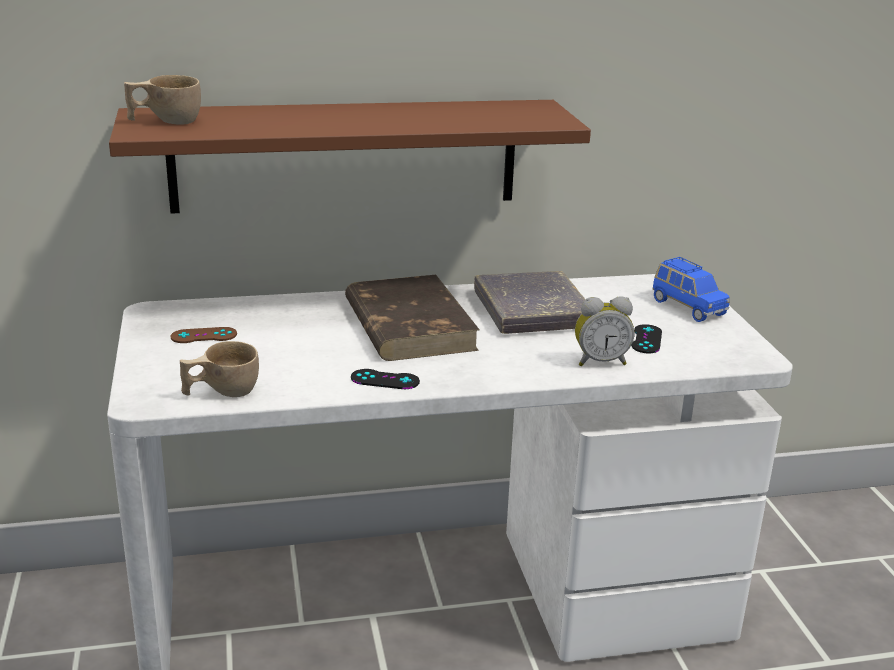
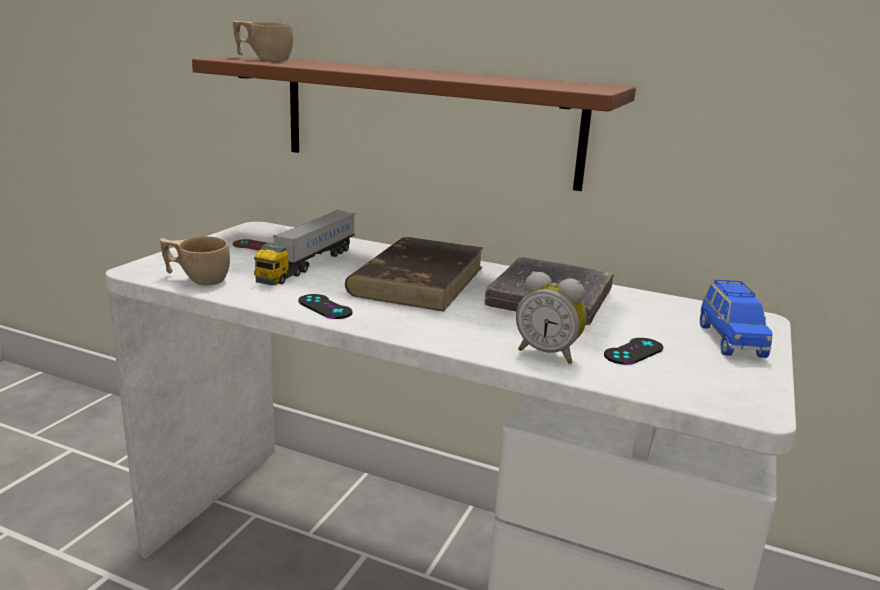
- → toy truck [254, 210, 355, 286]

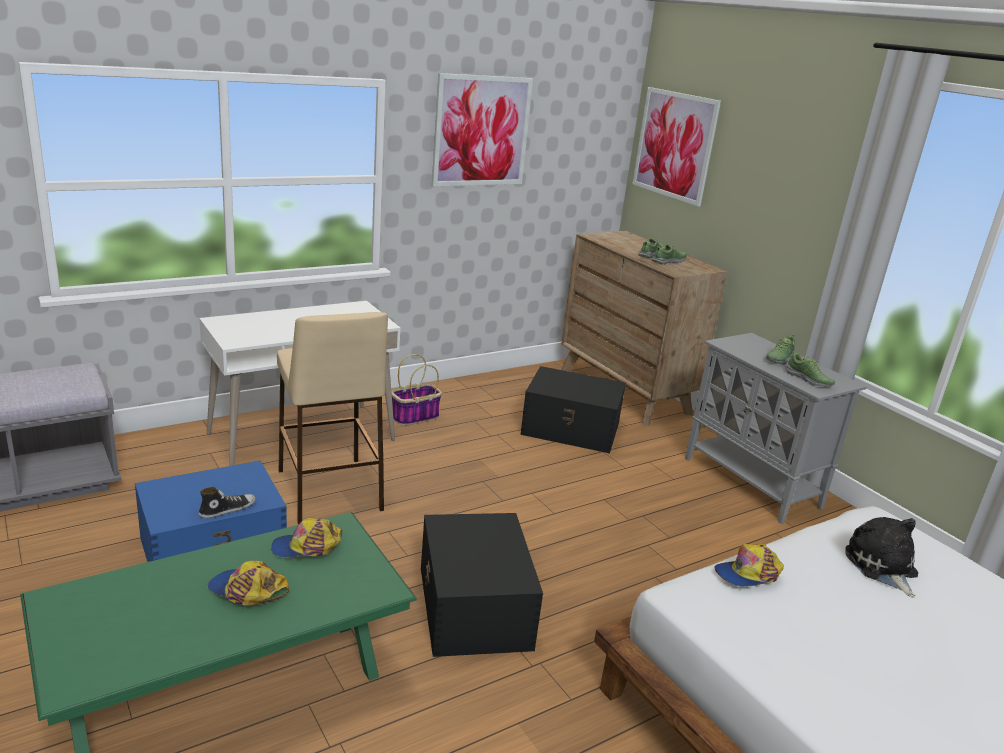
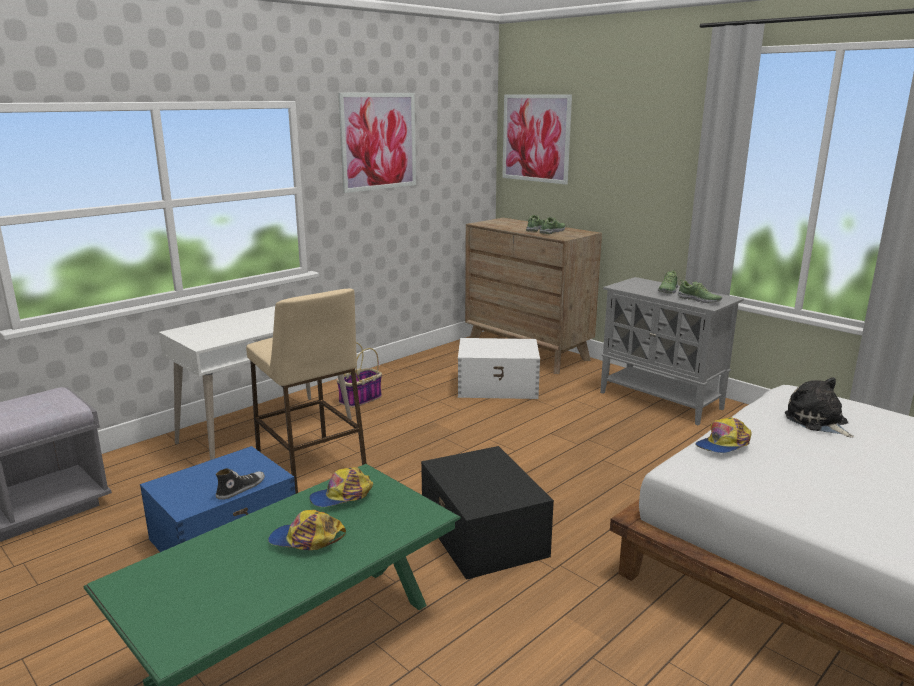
black storage box [520, 366, 626, 453] → white storage box [458, 338, 540, 399]

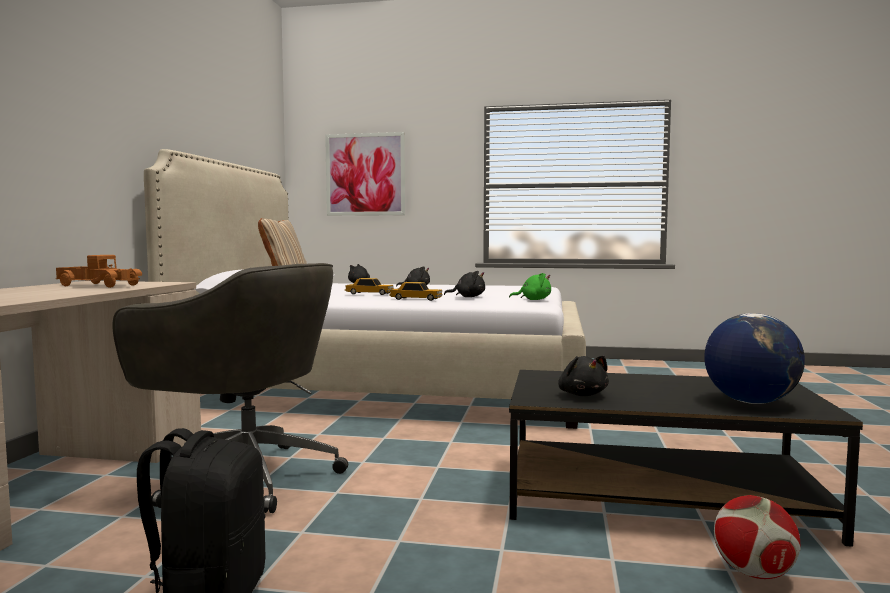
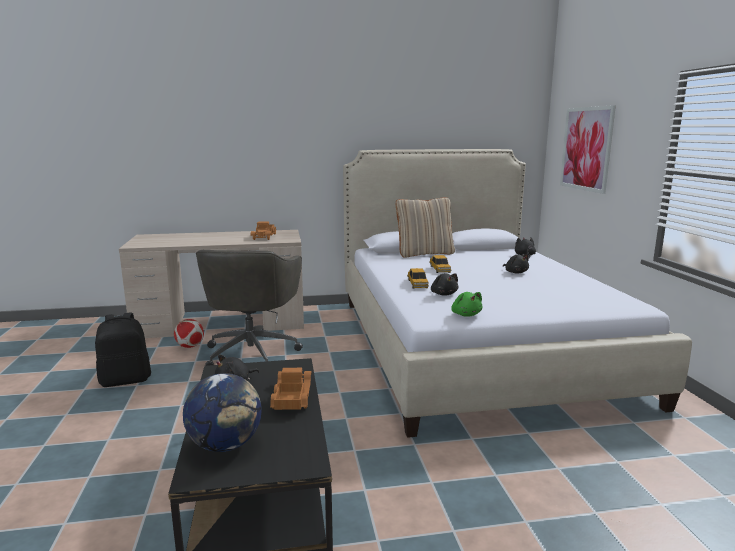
- → toy truck [270, 368, 312, 410]
football [714, 495, 800, 579] → football [174, 319, 204, 348], shifted

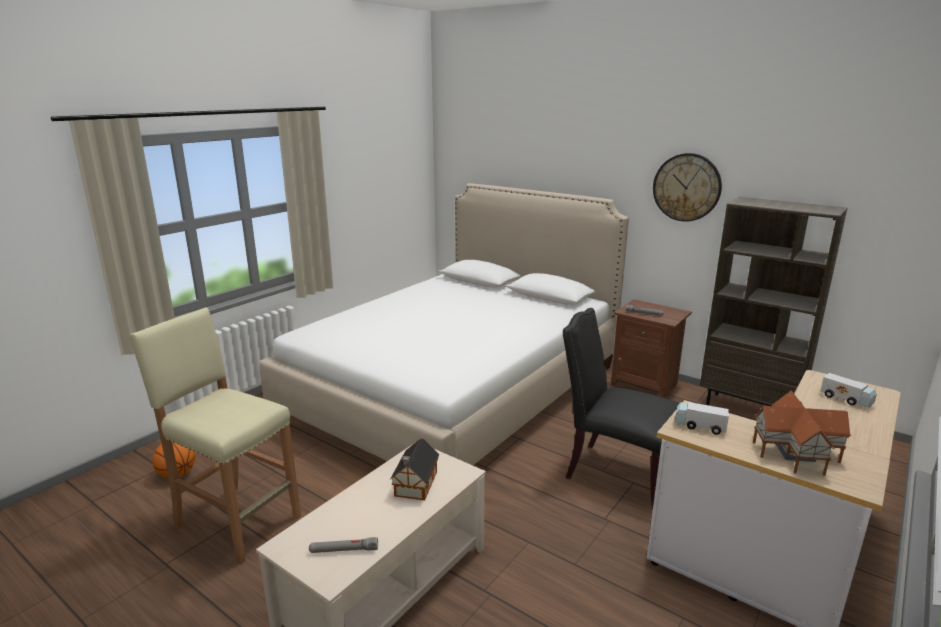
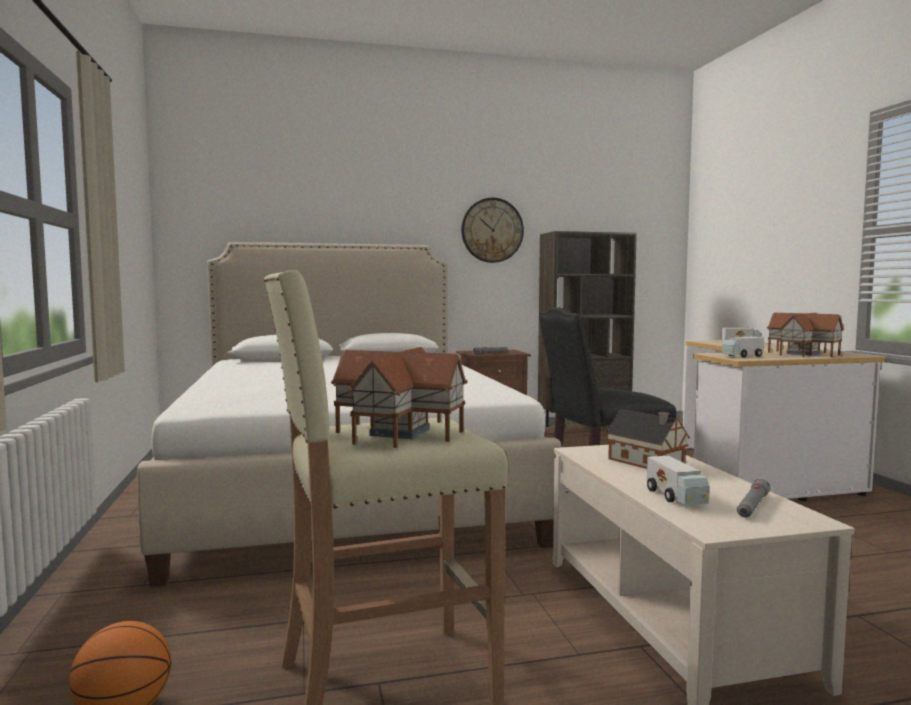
- → toy house [331, 347, 468, 448]
- → toy truck [647, 456, 709, 505]

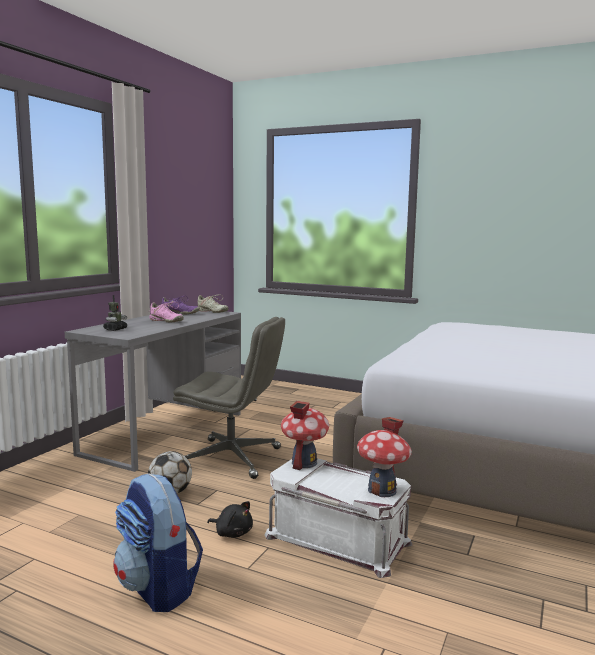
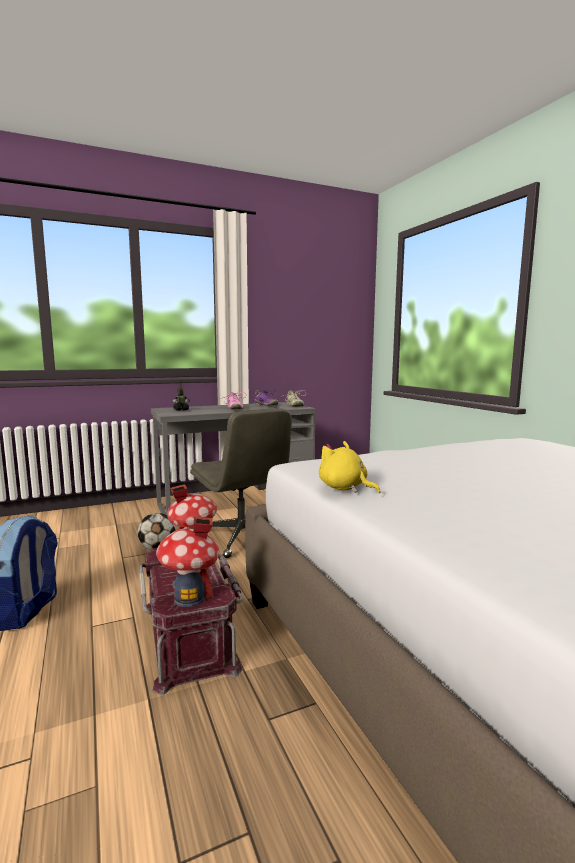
black plush toy [207, 501, 253, 538] → -
- → yellow plush toy [319, 441, 380, 493]
white storage box [265, 458, 412, 578] → red storage box [139, 548, 243, 695]

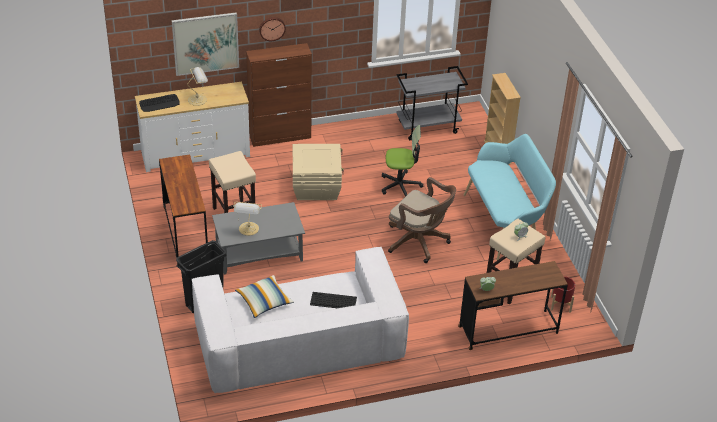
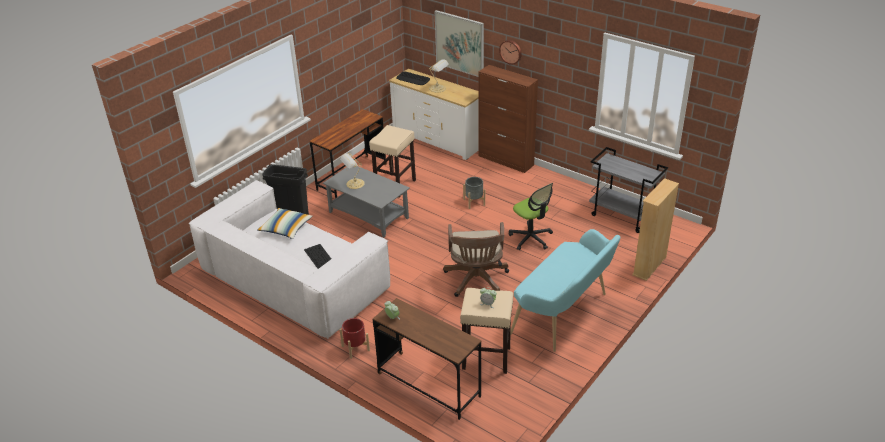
red planter [551, 276, 575, 312] → red planter [339, 318, 370, 359], shifted
beige storage box [293, 144, 344, 200] → grey planter [463, 177, 485, 209]

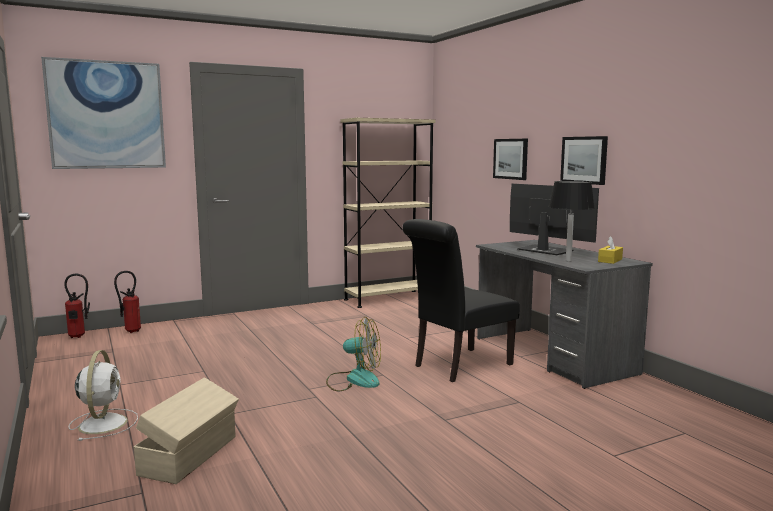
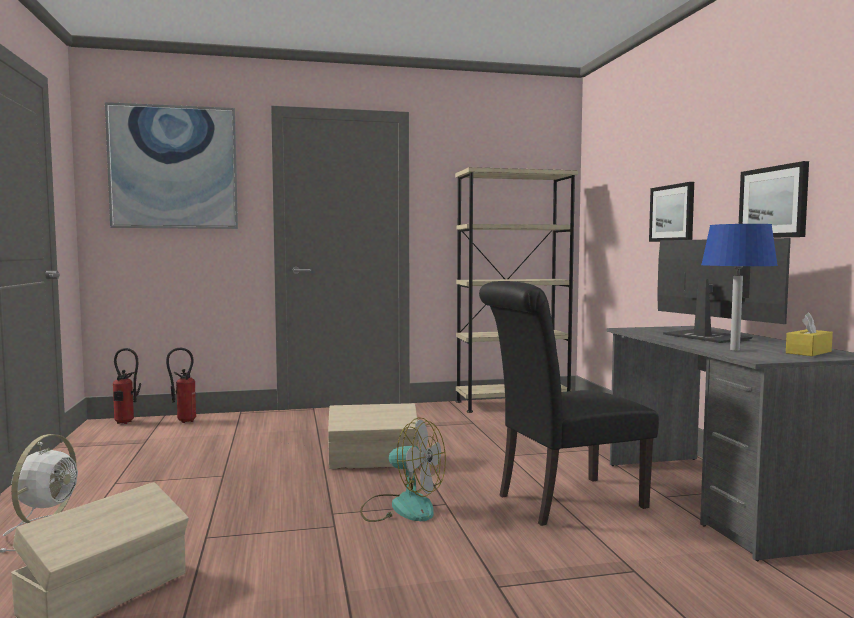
- → beige storage box [328, 403, 418, 469]
black table lamp [549, 181, 595, 262] → blue table lamp [701, 224, 778, 351]

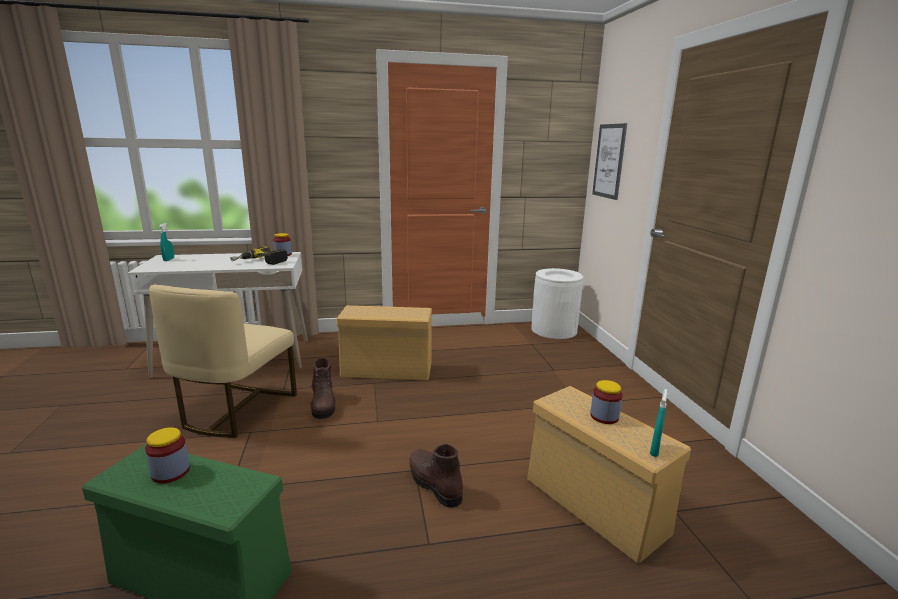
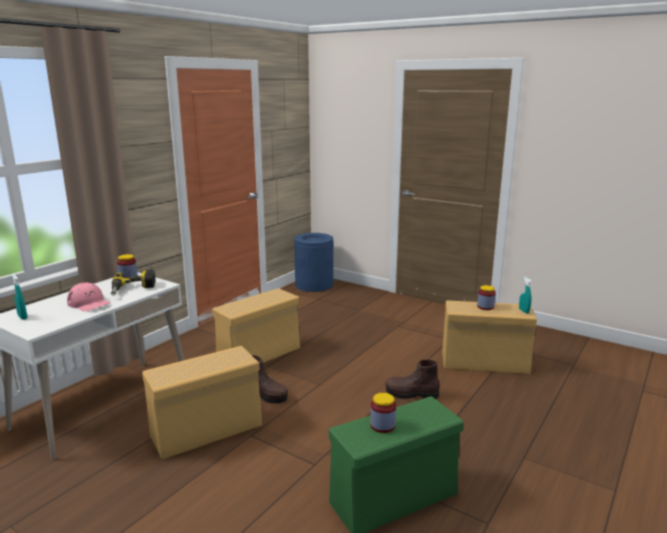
picture [592, 123, 627, 200] → -
- → pink cap [67, 283, 110, 311]
beige chair [149, 284, 297, 438] → beige storage box [142, 346, 262, 459]
white trash can [531, 268, 583, 339] → blue trash can [294, 233, 334, 292]

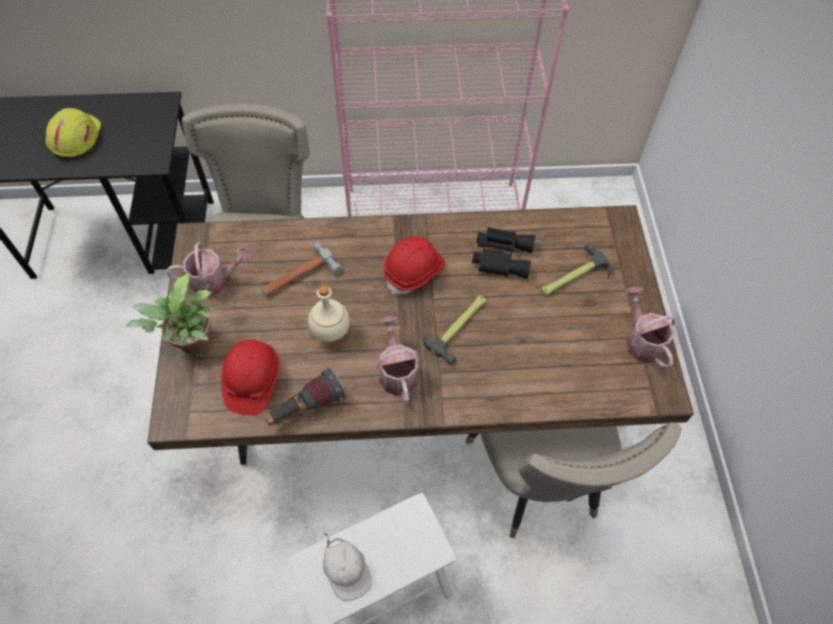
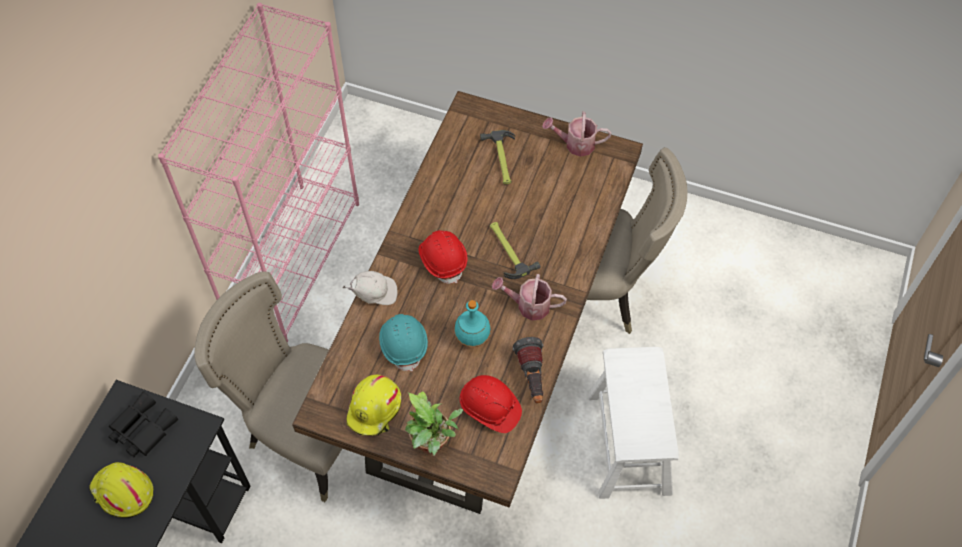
white cap [323, 533, 372, 601] → white cap [343, 271, 397, 305], shifted
black binoculars [472, 227, 535, 279] → black binoculars [108, 391, 178, 457], shifted
watering can [166, 242, 253, 297] → yellow hard hat [346, 375, 401, 436]
hammer [261, 242, 342, 296] → turquoise hard hat [379, 314, 428, 372]
beige bottle [308, 285, 351, 343] → turquoise bottle [454, 300, 491, 347]

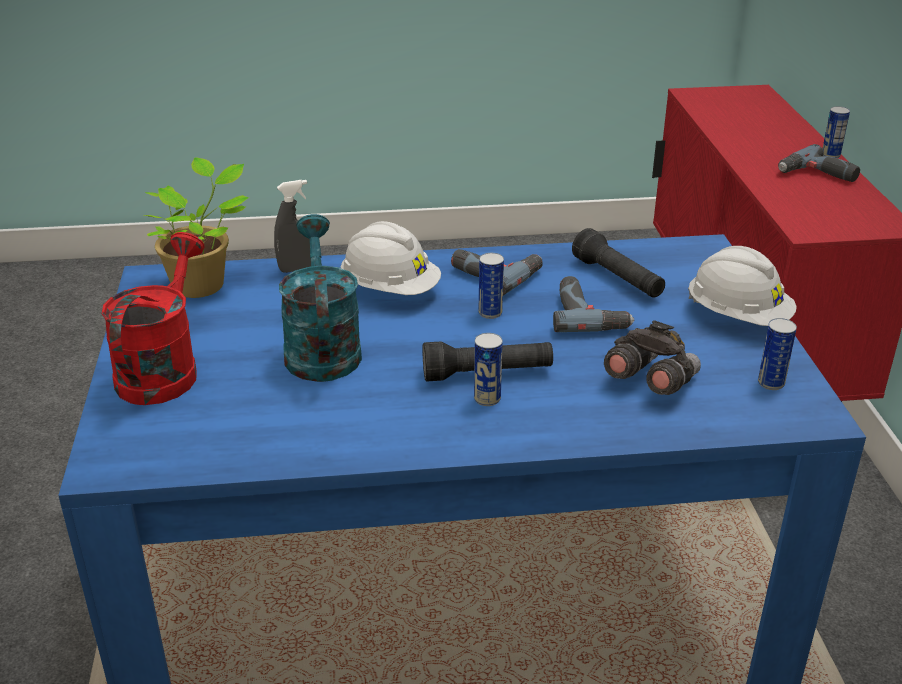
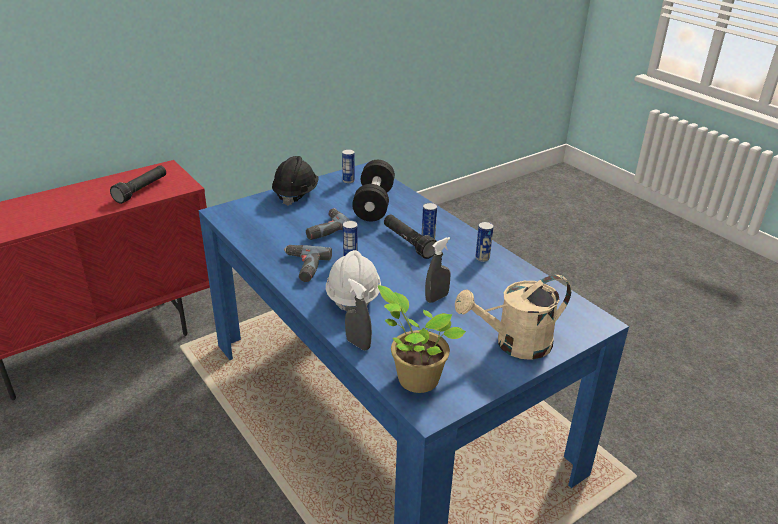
power drill [778, 144, 860, 182] → -
black flashlight [572, 228, 665, 298] → black flashlight [110, 165, 166, 204], shifted
can [822, 106, 850, 158] → can [475, 222, 494, 262], shifted
turquoise watering can [279, 214, 362, 382] → grey spray bottle [425, 237, 451, 303]
grey binoculars [604, 320, 701, 395] → black dumbbell [352, 160, 395, 221]
red watering can [102, 232, 205, 405] → beige watering can [455, 275, 571, 360]
white hard hat [688, 246, 797, 326] → black hard hat [272, 156, 318, 206]

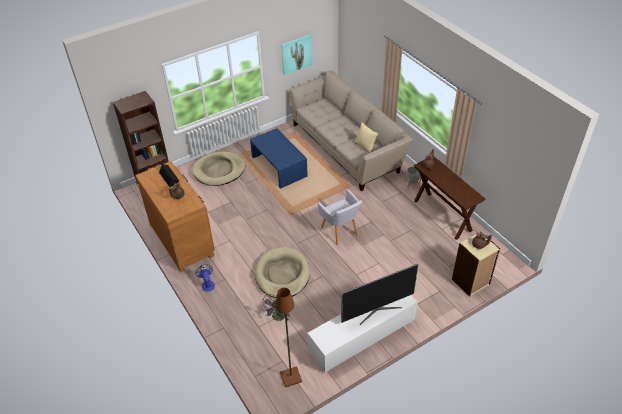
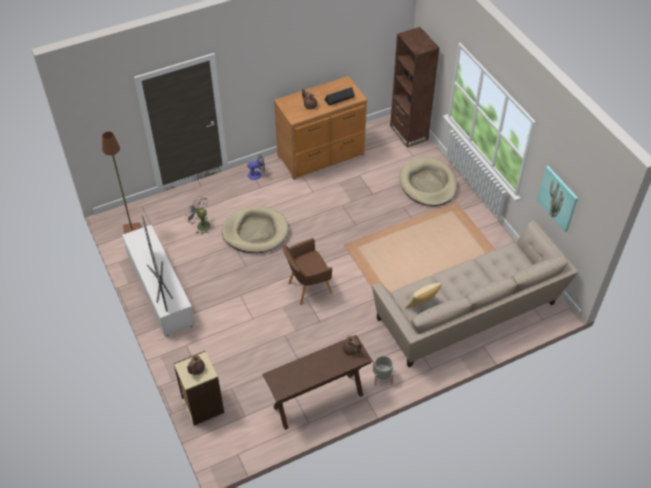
blue coffee table [250, 128, 308, 189] → -
grey armchair [318, 189, 362, 245] → brown armchair [283, 238, 333, 305]

